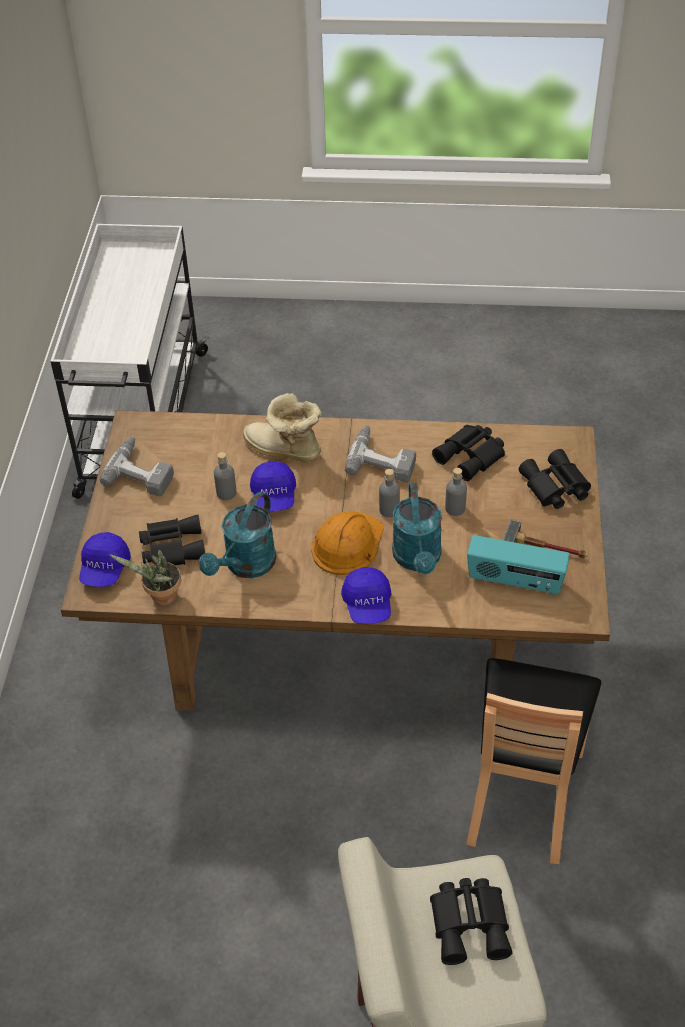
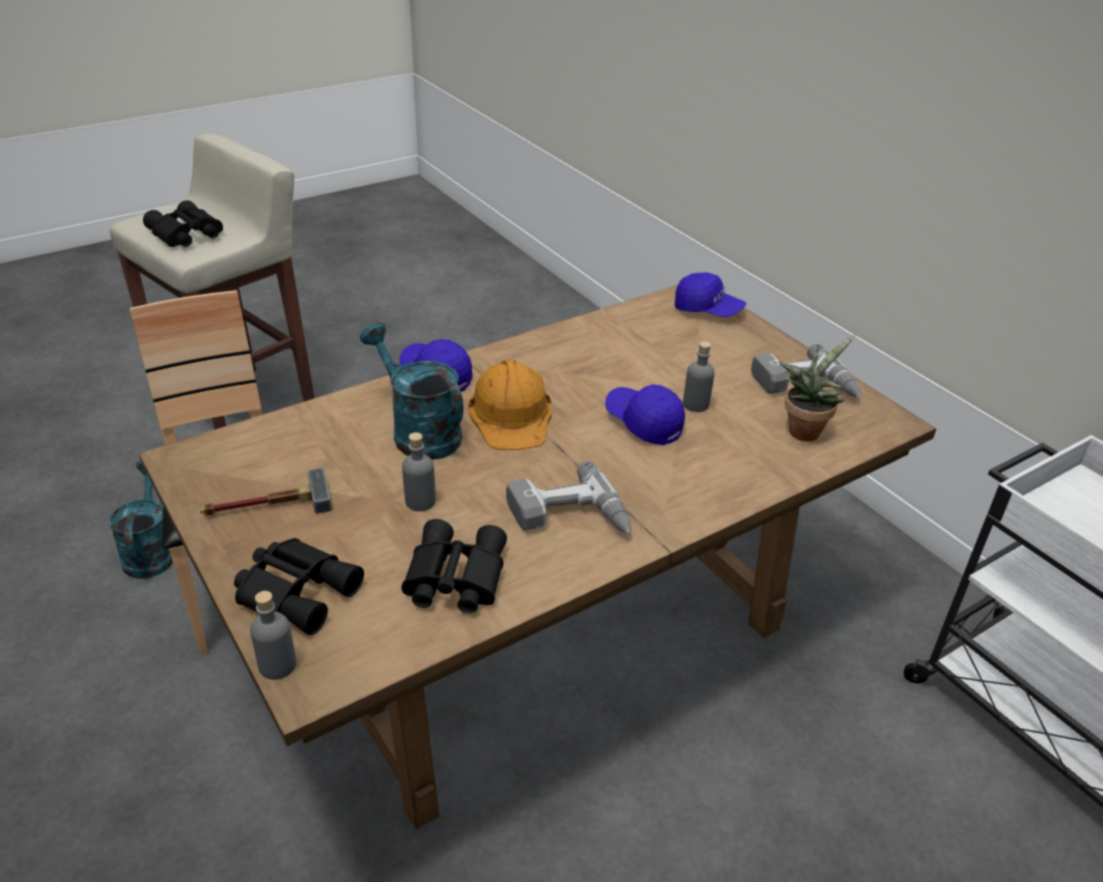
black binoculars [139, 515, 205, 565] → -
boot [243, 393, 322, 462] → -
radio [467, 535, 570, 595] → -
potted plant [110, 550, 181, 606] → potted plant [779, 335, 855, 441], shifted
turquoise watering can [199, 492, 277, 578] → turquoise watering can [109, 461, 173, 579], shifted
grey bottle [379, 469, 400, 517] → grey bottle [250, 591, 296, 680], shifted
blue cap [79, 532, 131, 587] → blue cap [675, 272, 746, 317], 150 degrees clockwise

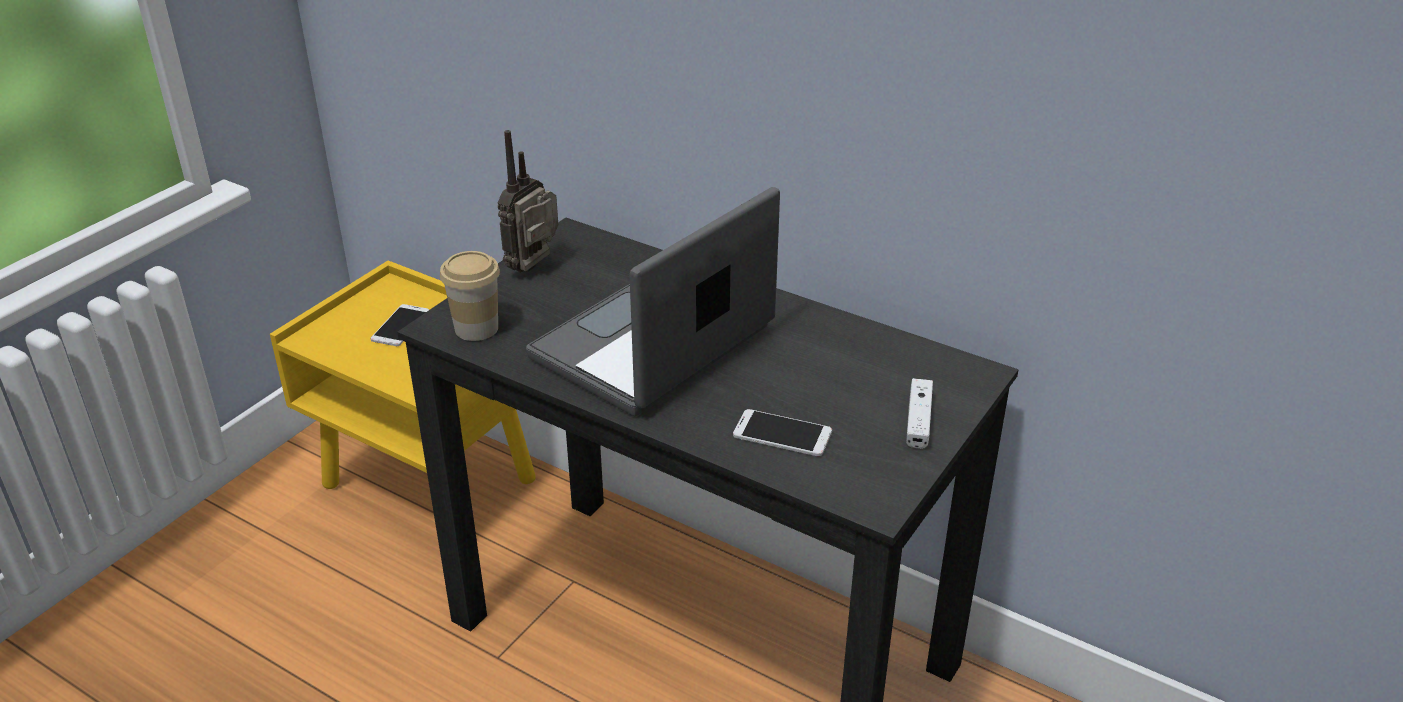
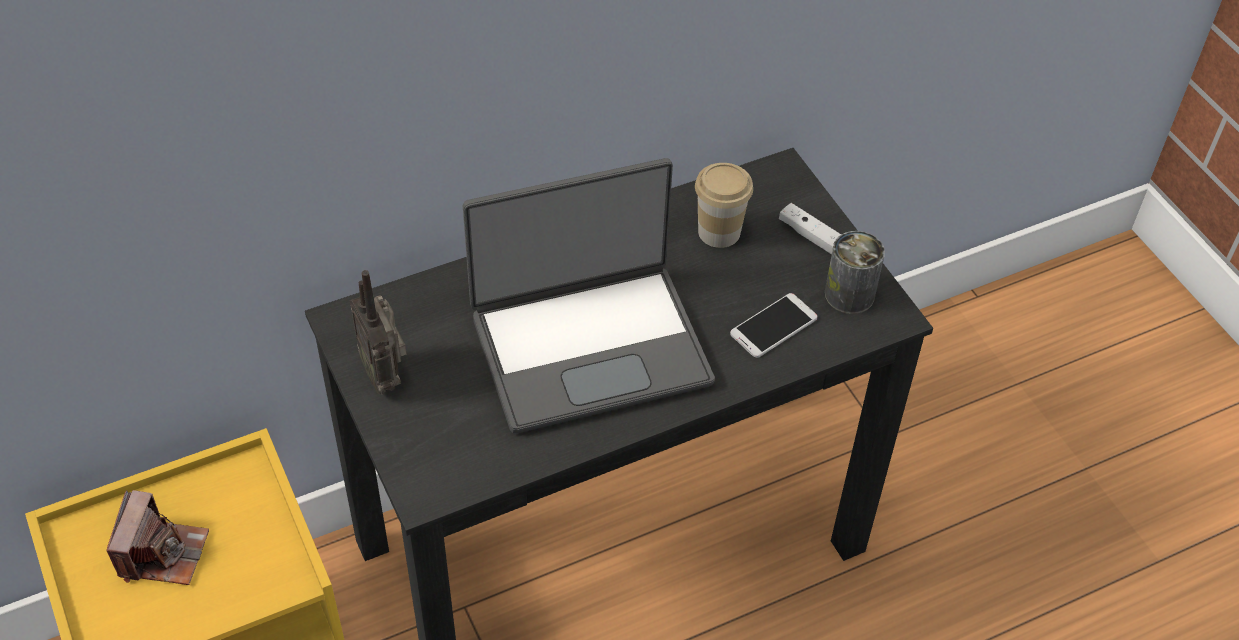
- → can [825, 231, 885, 314]
cup [440, 251, 500, 341] → cup [695, 163, 753, 248], shifted
phone [371, 304, 429, 346] → photo camera [106, 490, 209, 585]
laptop [526, 187, 780, 416] → laptop [463, 158, 715, 433], 90 degrees counterclockwise

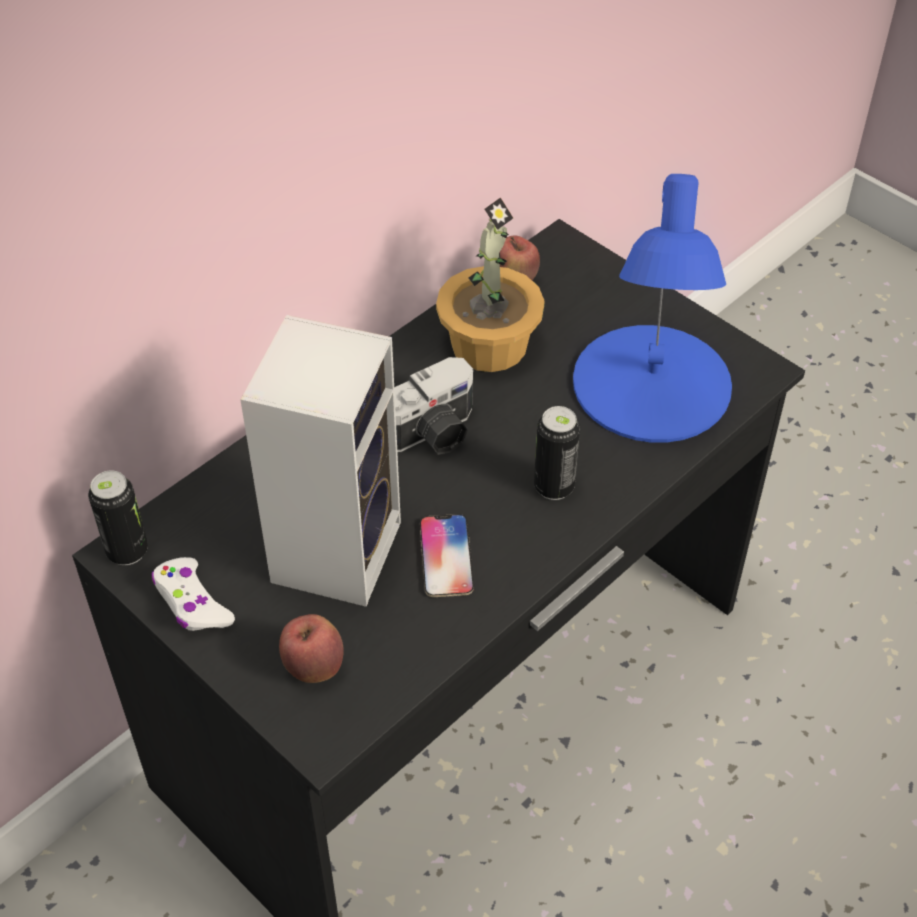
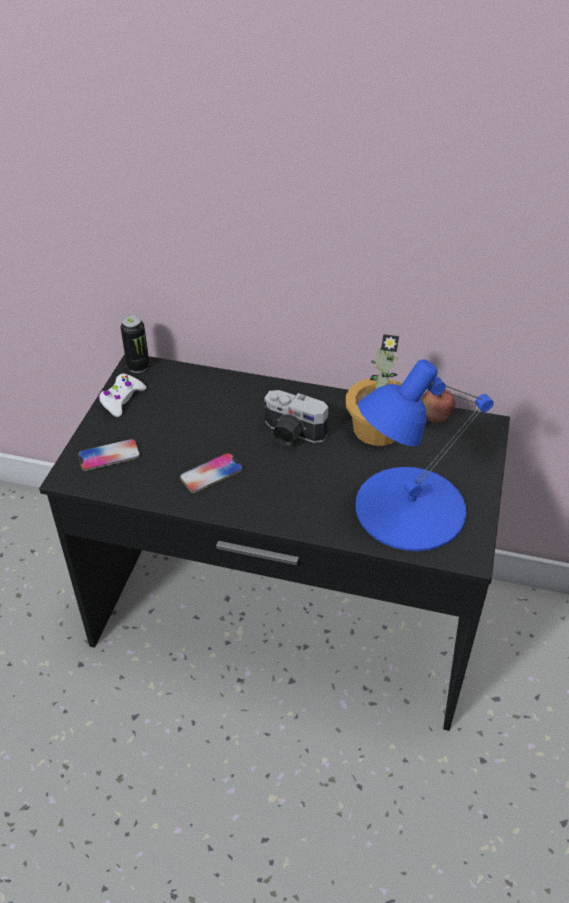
speaker [240, 315, 401, 607] → -
can [534, 406, 580, 500] → -
apple [279, 614, 344, 683] → phone [78, 439, 140, 471]

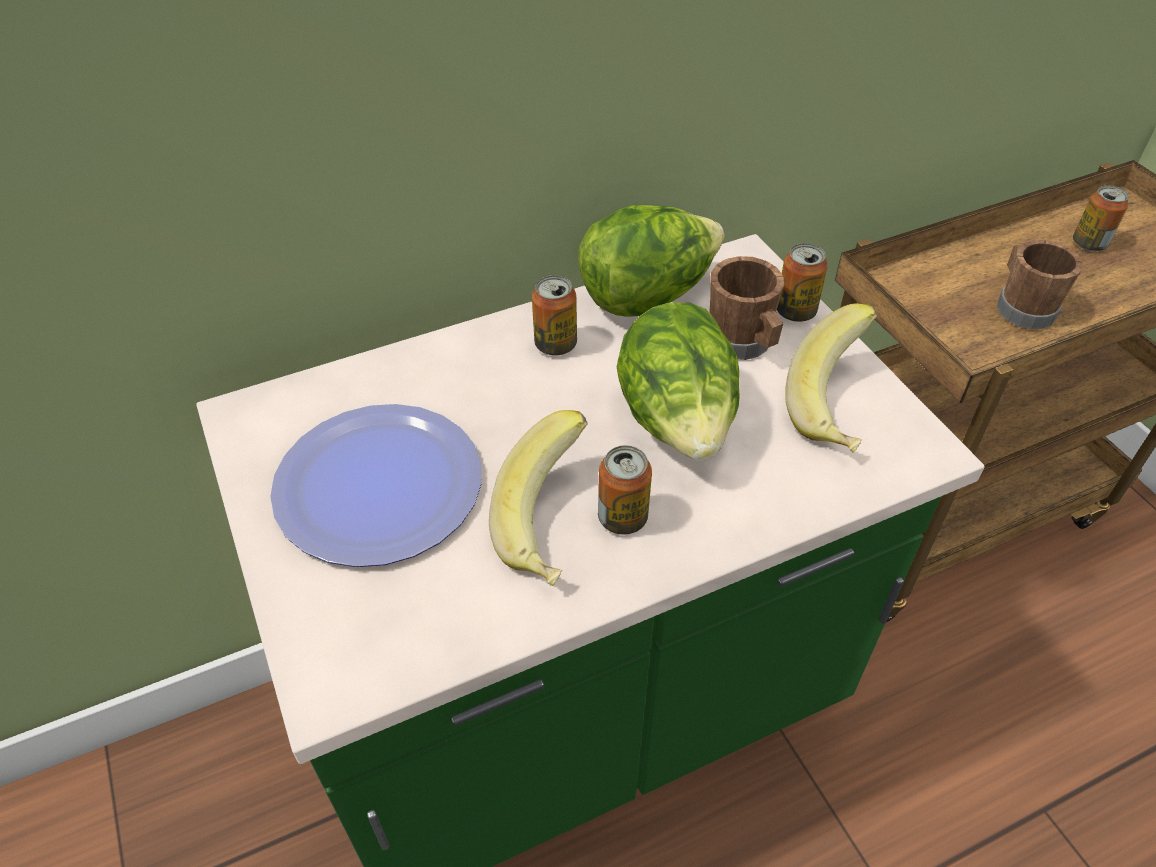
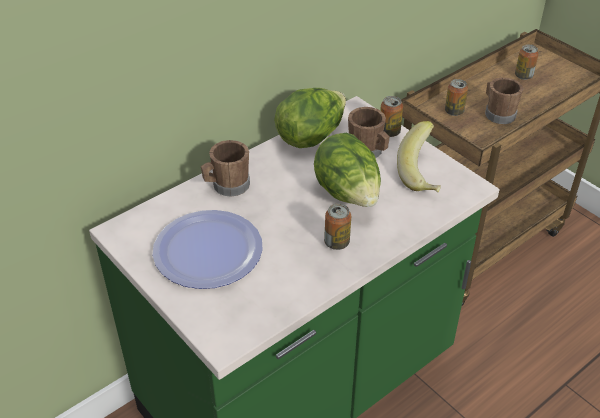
banana [489, 410, 588, 586] → -
- → brown mug [201, 140, 250, 197]
can [532, 275, 577, 356] → can [445, 79, 468, 116], shifted

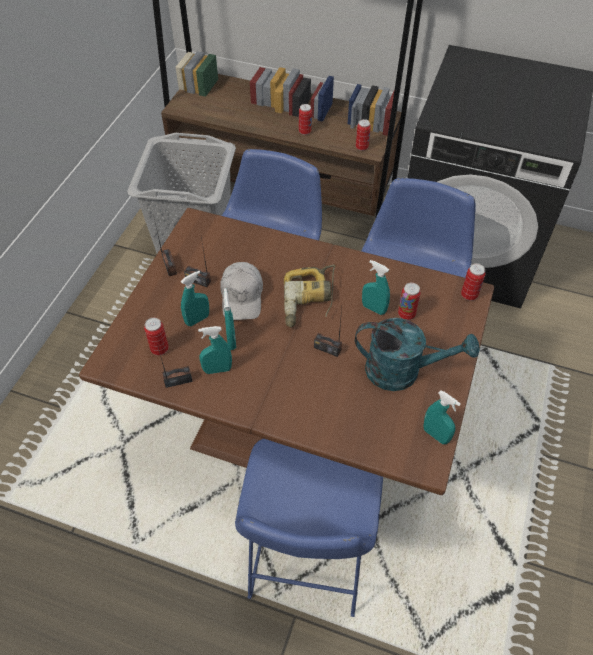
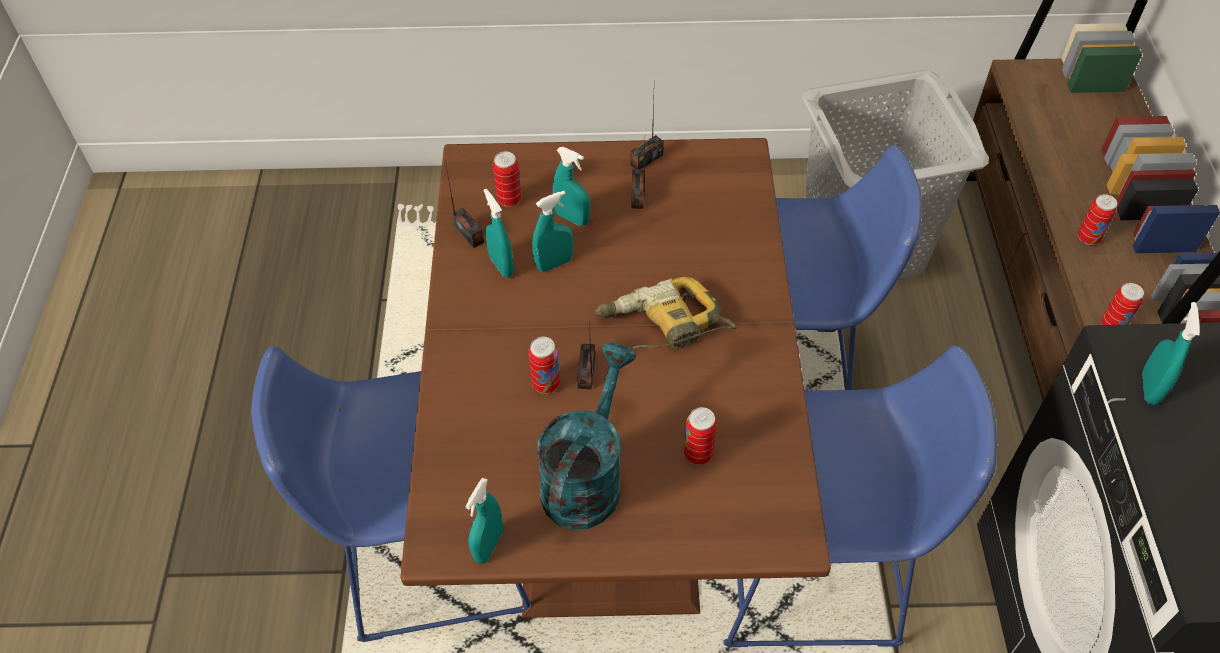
white cap [220, 262, 263, 320] → -
turquoise spray bottle [362, 260, 390, 315] → turquoise spray bottle [1142, 302, 1200, 405], shifted
can [461, 263, 485, 301] → can [528, 337, 560, 394], shifted
turquoise watering can [355, 318, 480, 391] → turquoise watering can [537, 343, 636, 530], 150 degrees counterclockwise

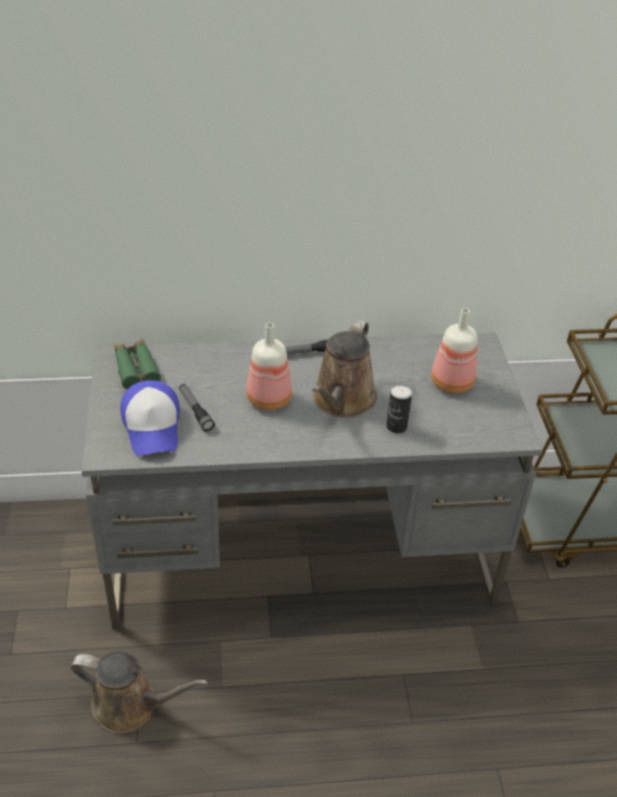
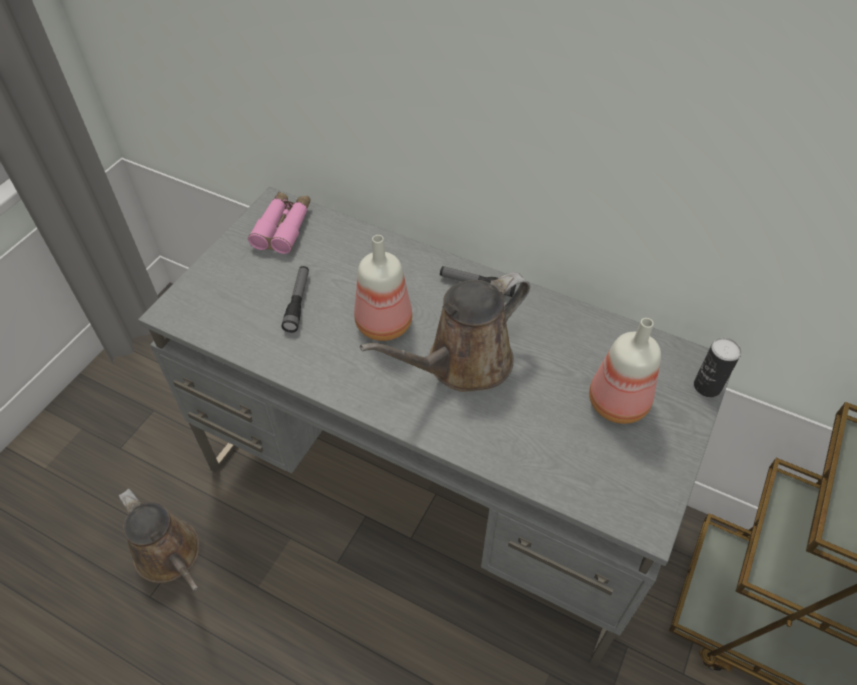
cap [120, 380, 180, 456] → -
can [386, 384, 412, 434] → can [694, 338, 741, 397], shifted
green binoculars [114, 338, 161, 389] → pink binoculars [248, 191, 311, 254]

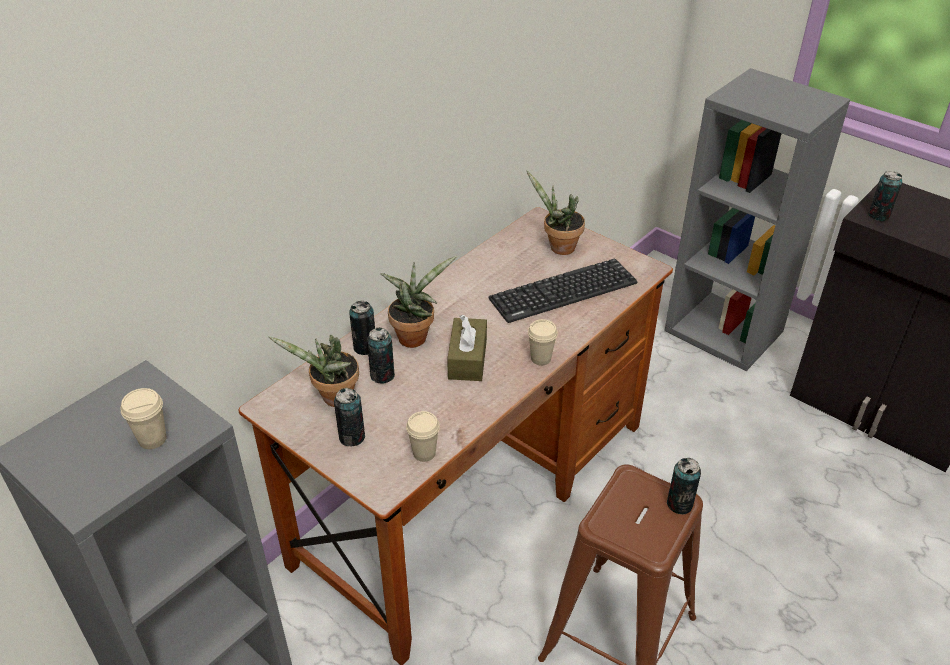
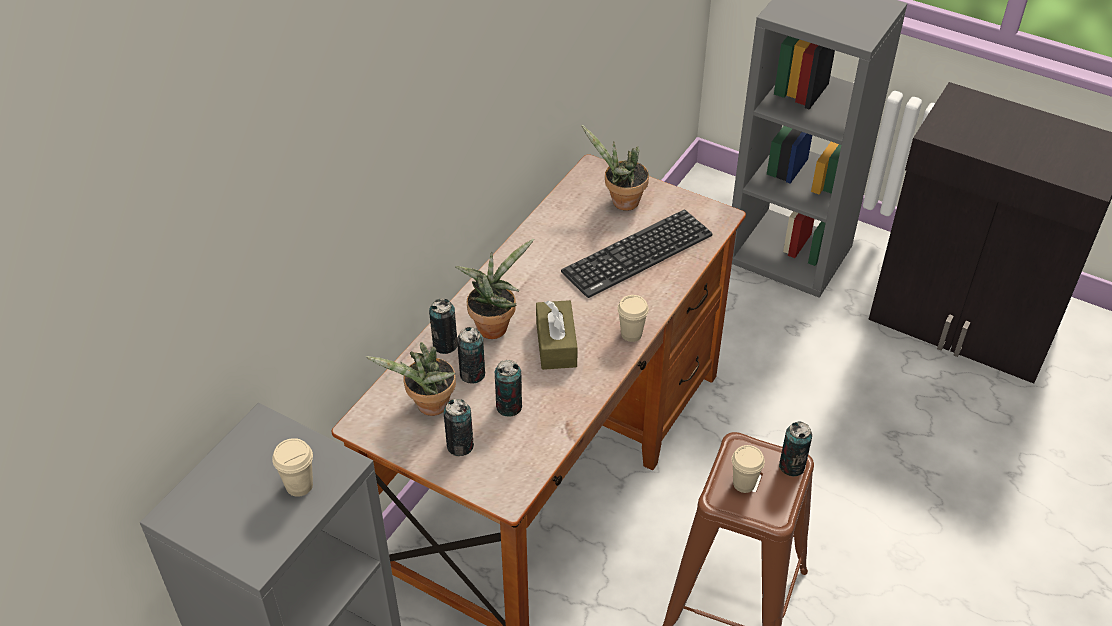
beige cup [406, 411, 440, 462] → beige cup [732, 445, 765, 493], shifted
can [868, 171, 902, 221] → can [494, 360, 522, 417], shifted

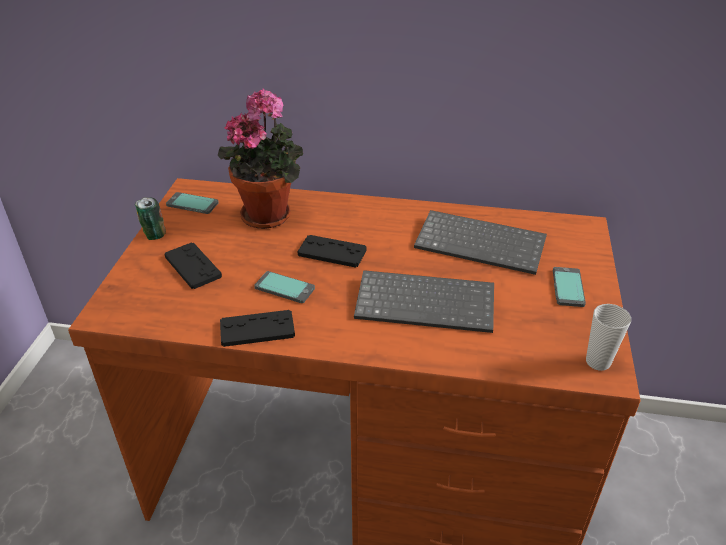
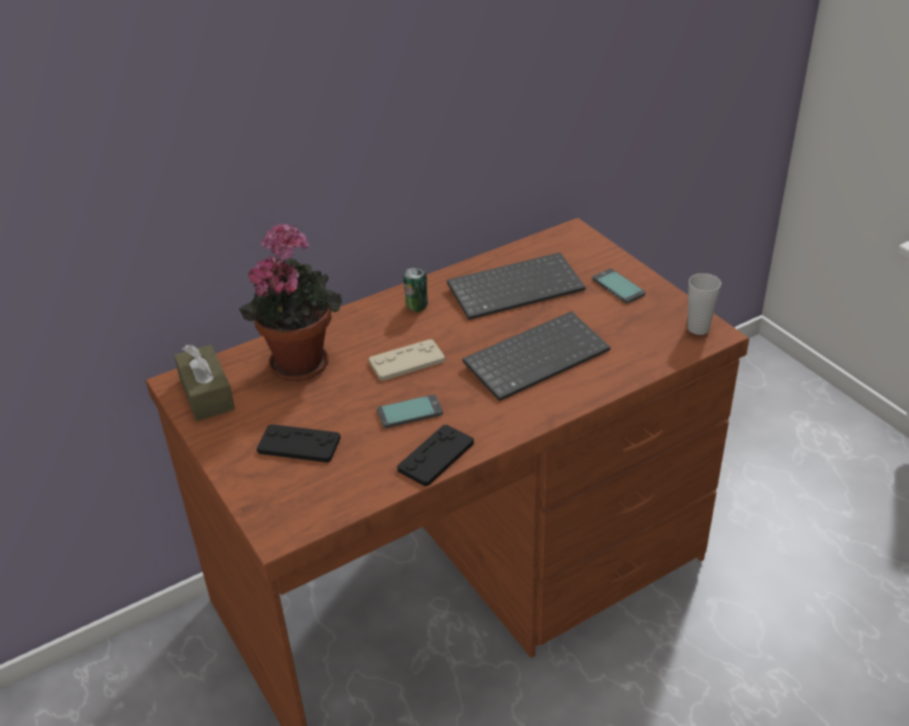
can [135, 198, 166, 240] → can [404, 267, 428, 312], shifted
phone [166, 192, 219, 214] → brown tissue box [174, 344, 235, 421]
black game controller [297, 235, 367, 268] → beige game controller [369, 339, 445, 381]

